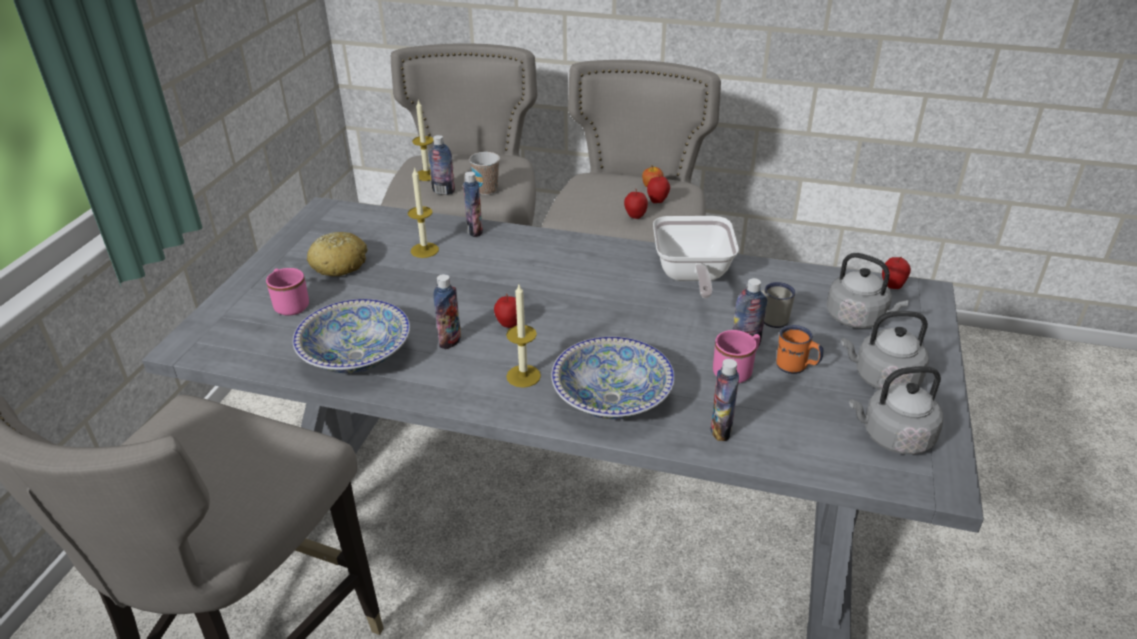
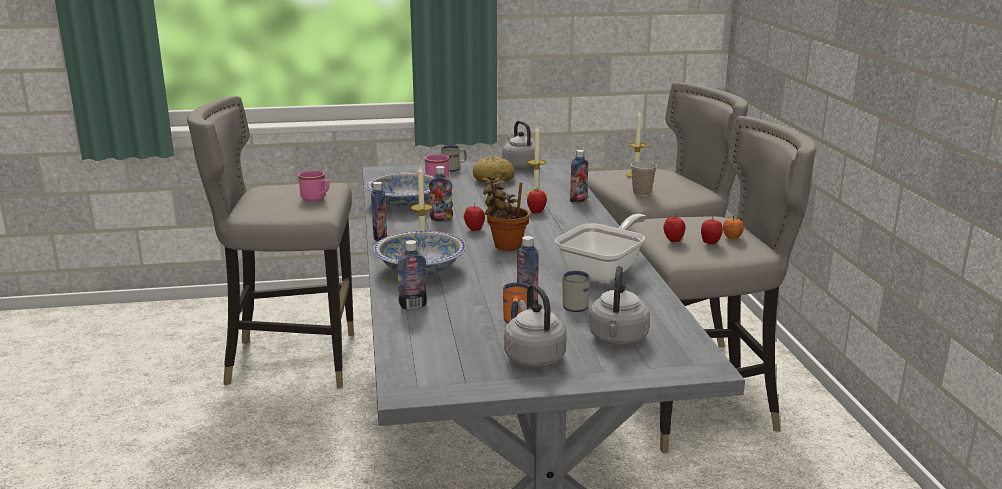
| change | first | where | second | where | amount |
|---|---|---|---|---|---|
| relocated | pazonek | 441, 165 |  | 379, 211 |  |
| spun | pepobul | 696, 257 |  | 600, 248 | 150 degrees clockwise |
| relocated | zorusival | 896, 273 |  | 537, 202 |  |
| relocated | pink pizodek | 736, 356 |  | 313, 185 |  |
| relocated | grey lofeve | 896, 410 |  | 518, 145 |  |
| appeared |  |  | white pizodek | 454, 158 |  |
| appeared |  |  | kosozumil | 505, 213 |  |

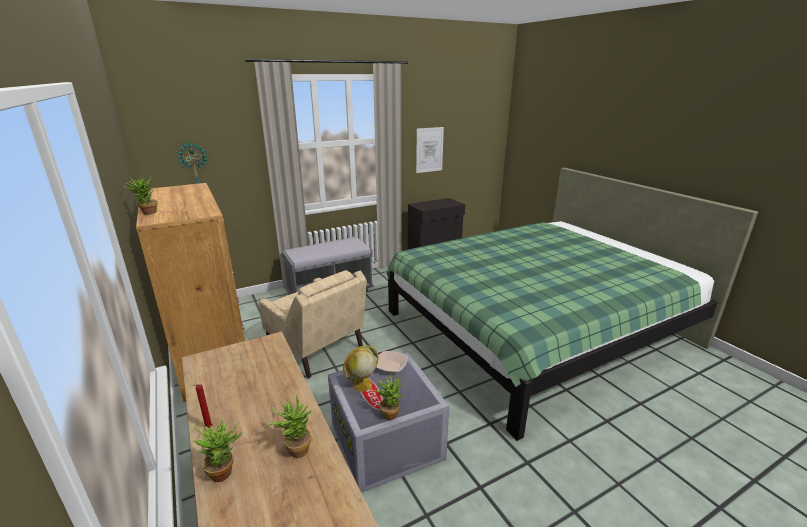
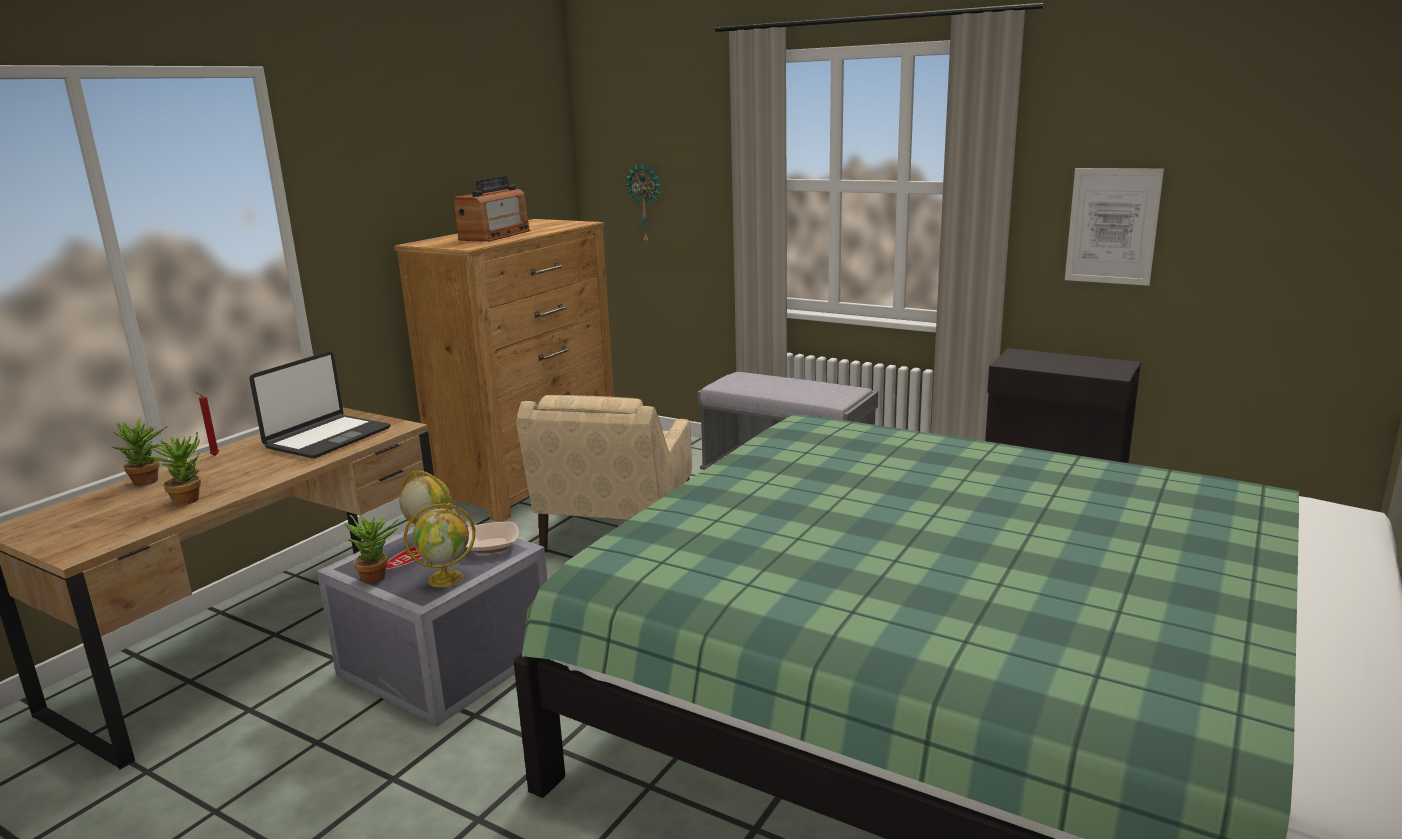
| change | first | where | second | where | amount |
|---|---|---|---|---|---|
| missing | kosozumil | 140, 196 |  |  |  |
| appeared |  |  | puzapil | 491, 209 |  |
| appeared |  |  | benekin | 319, 404 |  |
| appeared |  |  | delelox | 439, 545 |  |

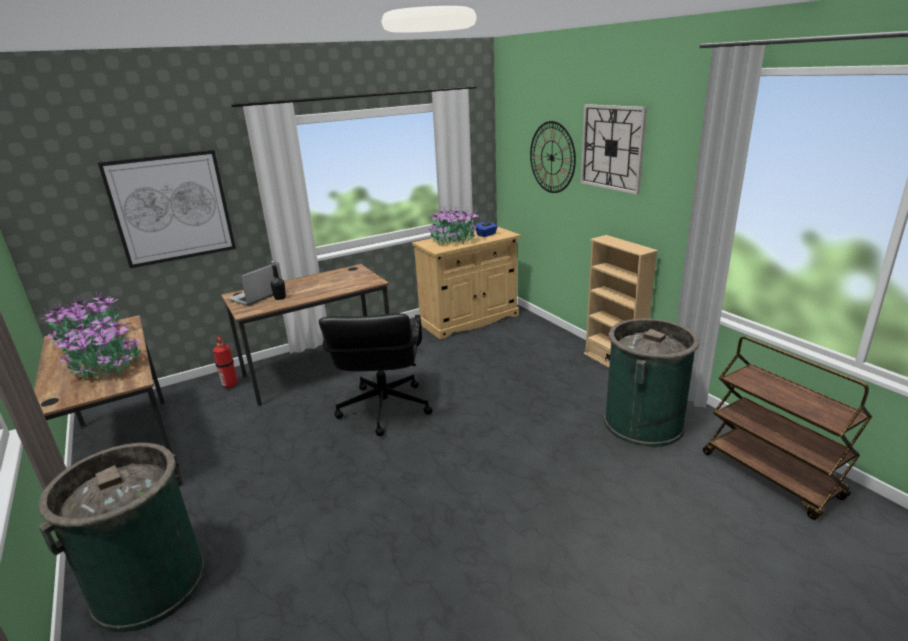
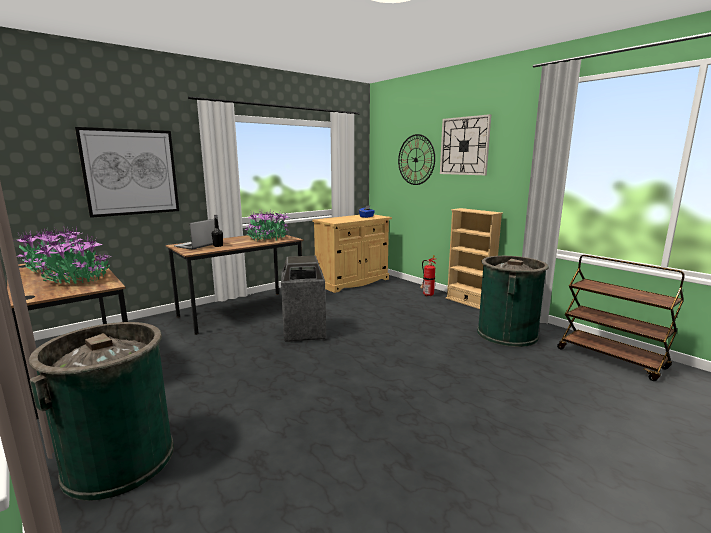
| change | first | where | second | where | amount |
|---|---|---|---|---|---|
| relocated | kosozumil | 453, 226 |  | 267, 225 |  |
| exchanged | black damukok | 375, 374 | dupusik | 303, 299 |  |
| relocated | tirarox | 225, 361 |  | 428, 276 |  |

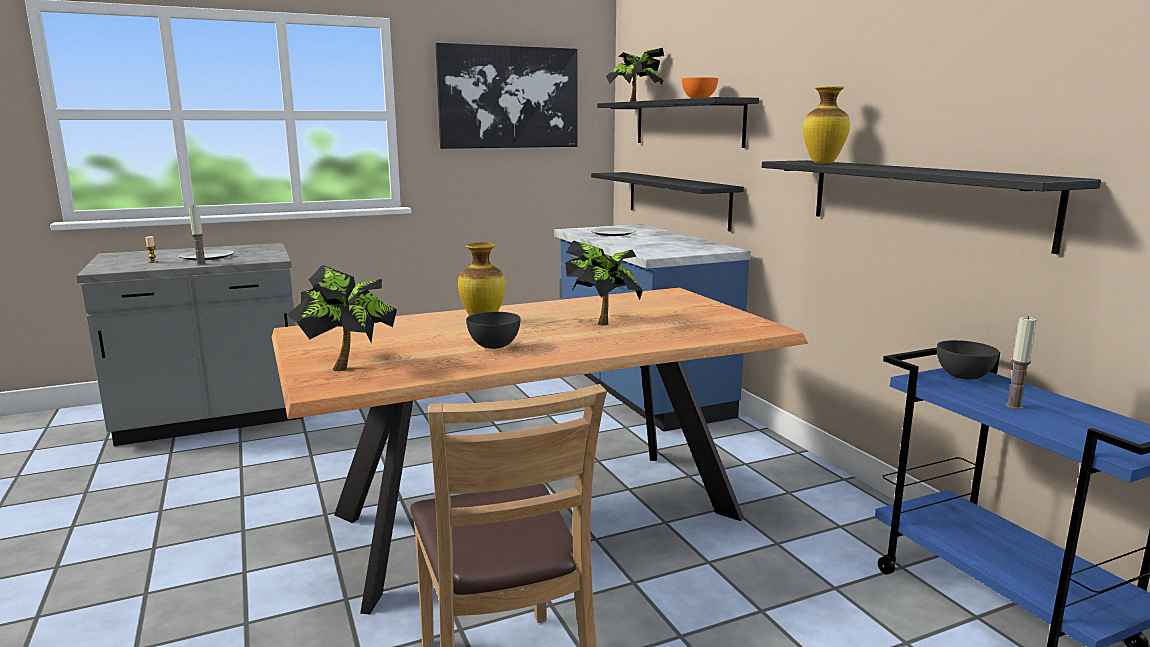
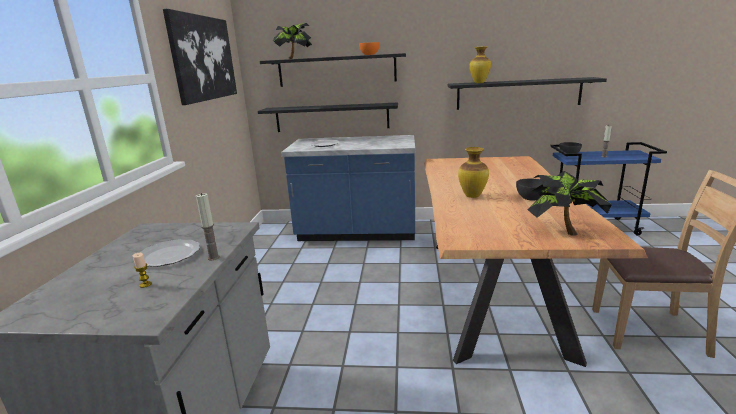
| change | first | where | second | where | amount |
|---|---|---|---|---|---|
| missing | kosozumil | 604, 283 |  |  |  |

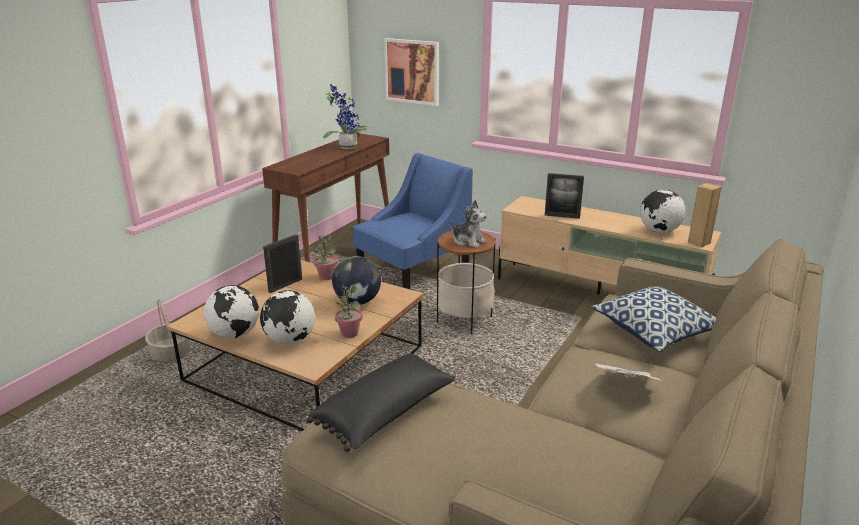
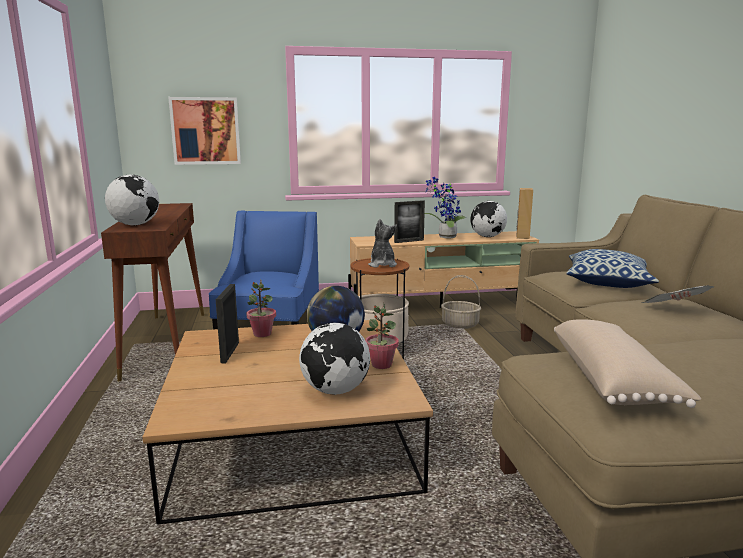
| change | first | where | second | where | amount |
|---|---|---|---|---|---|
| relocated | kosozumil | 346, 116 |  | 445, 208 |  |
| spun | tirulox | 468, 224 |  | 382, 243 | 90 degrees counterclockwise |
| relocated | delelox | 231, 312 |  | 132, 200 |  |
| relocated | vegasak | 167, 331 |  | 461, 302 |  |
| colour | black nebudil | 381, 402 | beige nebudil | 628, 363 |  |

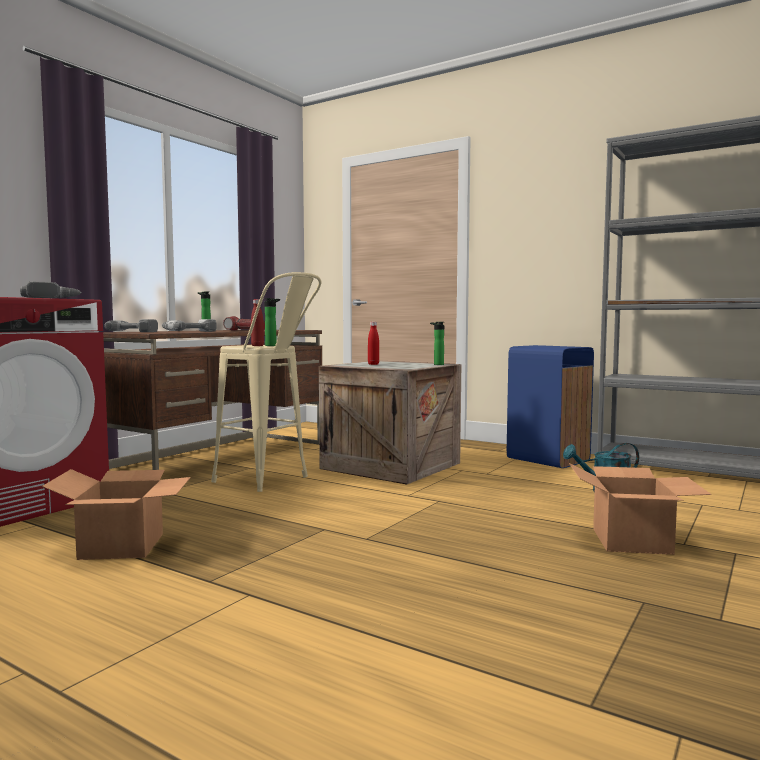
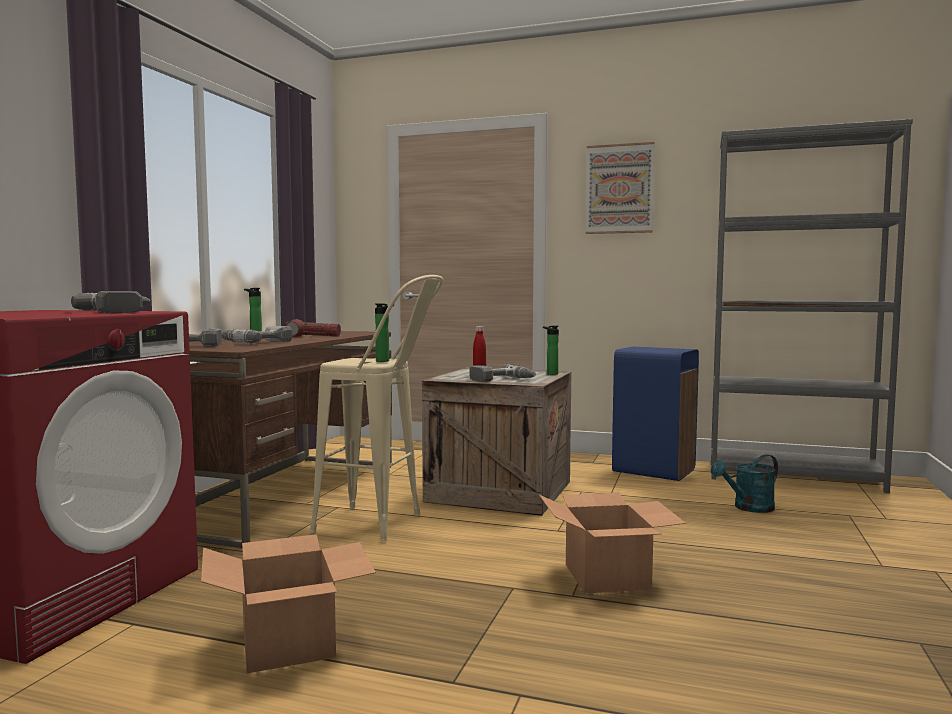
| change | first | where | second | where | amount |
|---|---|---|---|---|---|
| missing | red pazonek | 257, 322 |  |  |  |
| relocated | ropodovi | 640, 509 |  | 612, 543 |  |
| appeared |  |  | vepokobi | 620, 188 |  |
| appeared |  |  | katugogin | 503, 373 |  |

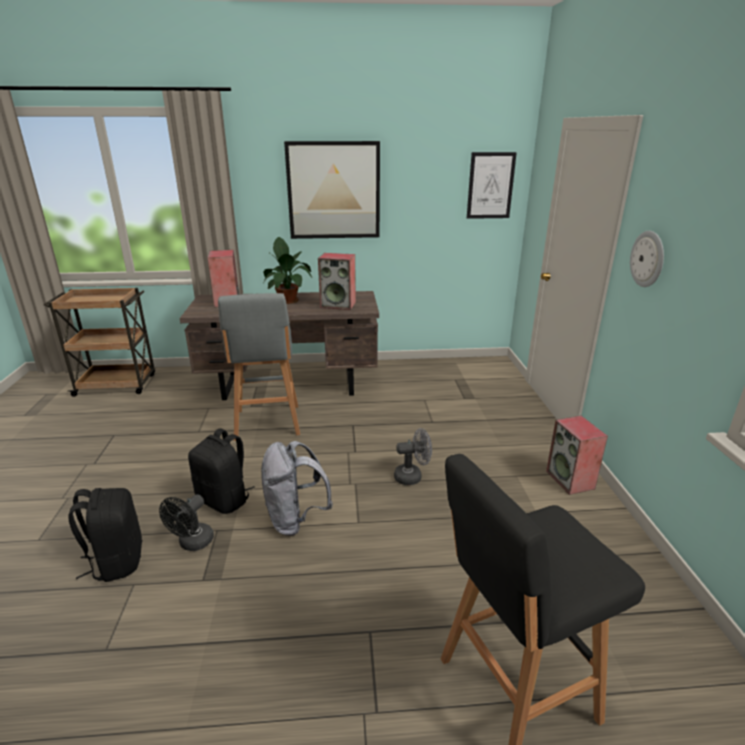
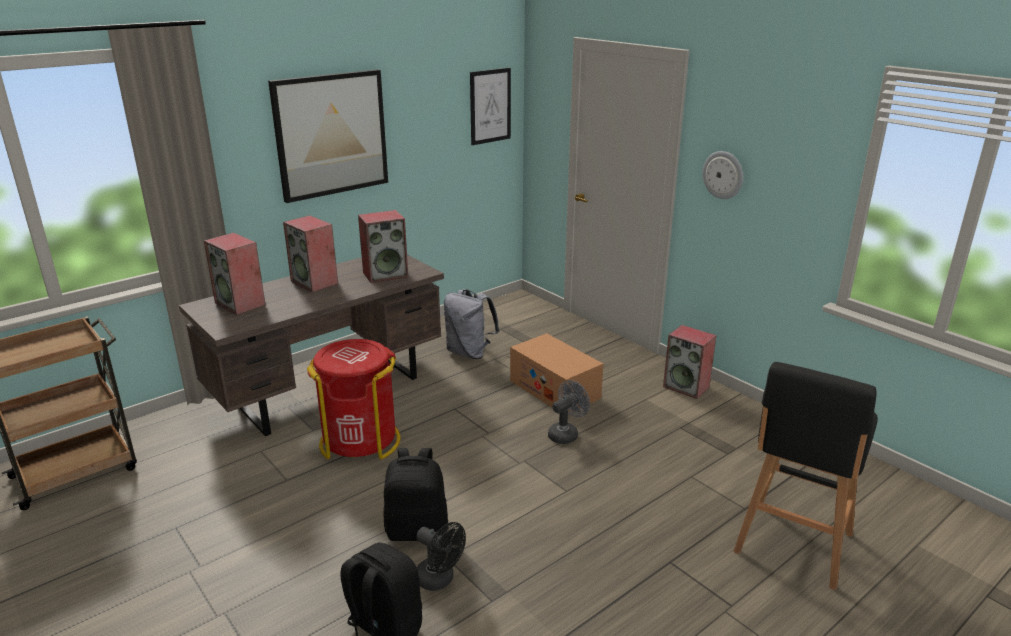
| change | first | where | second | where | amount |
|---|---|---|---|---|---|
| exchanged | kosozumil | 287, 270 | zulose | 310, 254 |  |
| exchanged | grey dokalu | 259, 367 | red dupusik | 354, 399 |  |
| relocated | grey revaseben | 297, 488 |  | 472, 324 |  |
| spun | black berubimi | 186, 522 |  | 441, 556 | 45 degrees counterclockwise |
| appeared |  |  | ropodovi | 556, 373 |  |

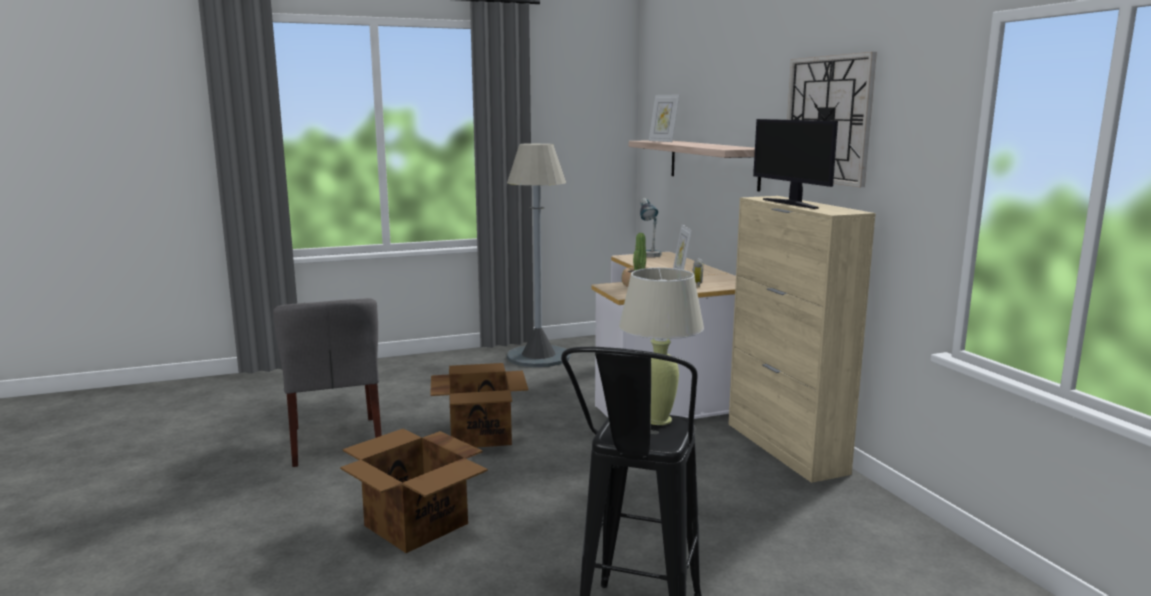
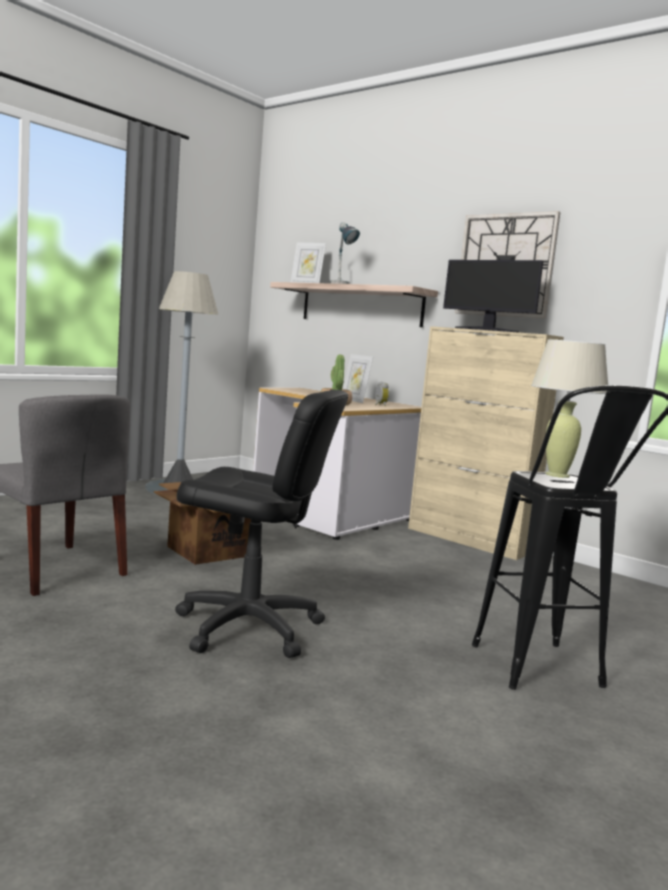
| change | first | where | second | where | amount |
|---|---|---|---|---|---|
| relocated | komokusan | 650, 227 |  | 345, 253 |  |
| exchanged | ropodovi | 414, 491 | black damukok | 261, 524 |  |

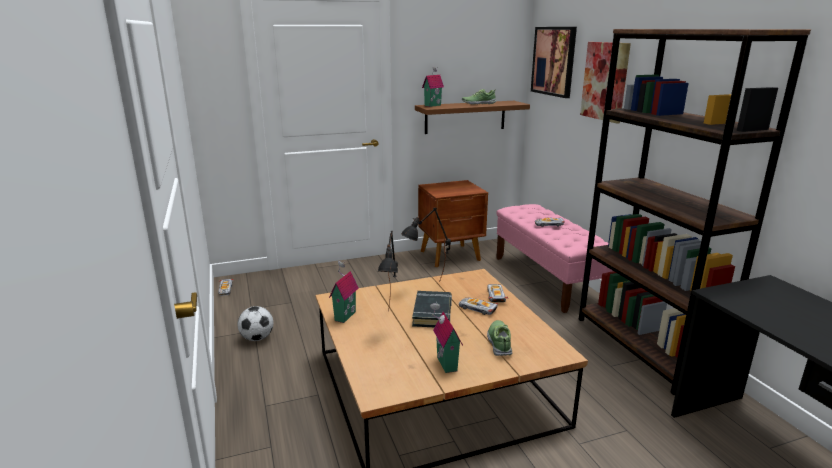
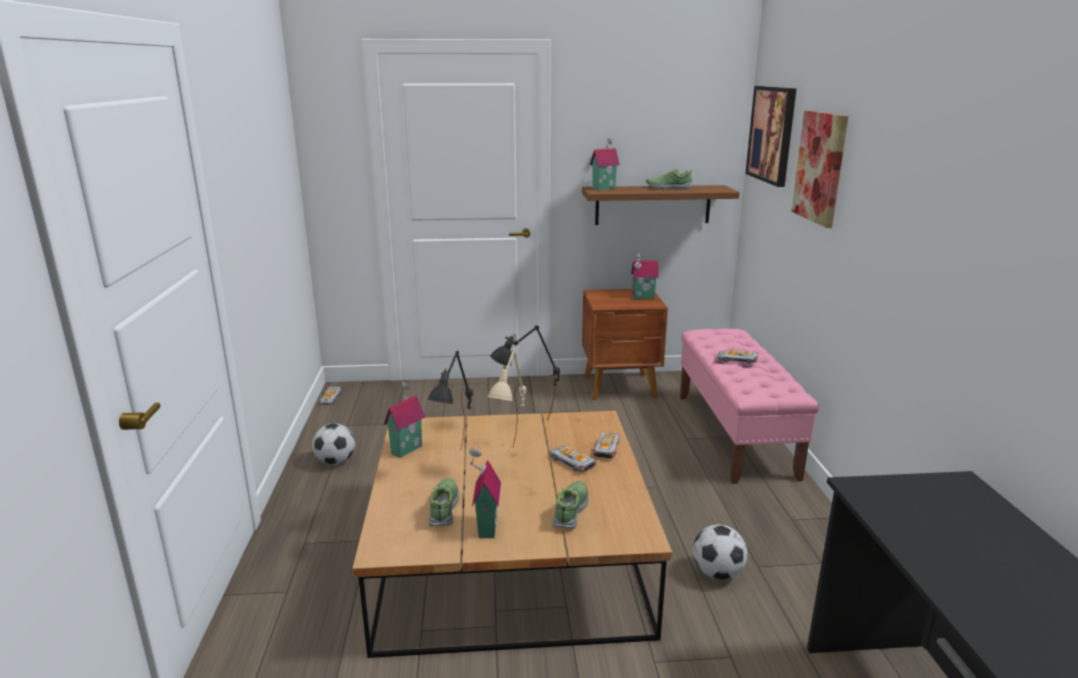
| change | first | where | second | where | amount |
|---|---|---|---|---|---|
| missing | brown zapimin | 694, 212 |  |  |  |
| exchanged | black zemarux | 432, 309 | beige komokusan | 507, 397 |  |
| appeared |  |  | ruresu | 645, 276 |  |
| appeared |  |  | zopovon | 444, 502 |  |
| appeared |  |  | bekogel | 720, 552 |  |

